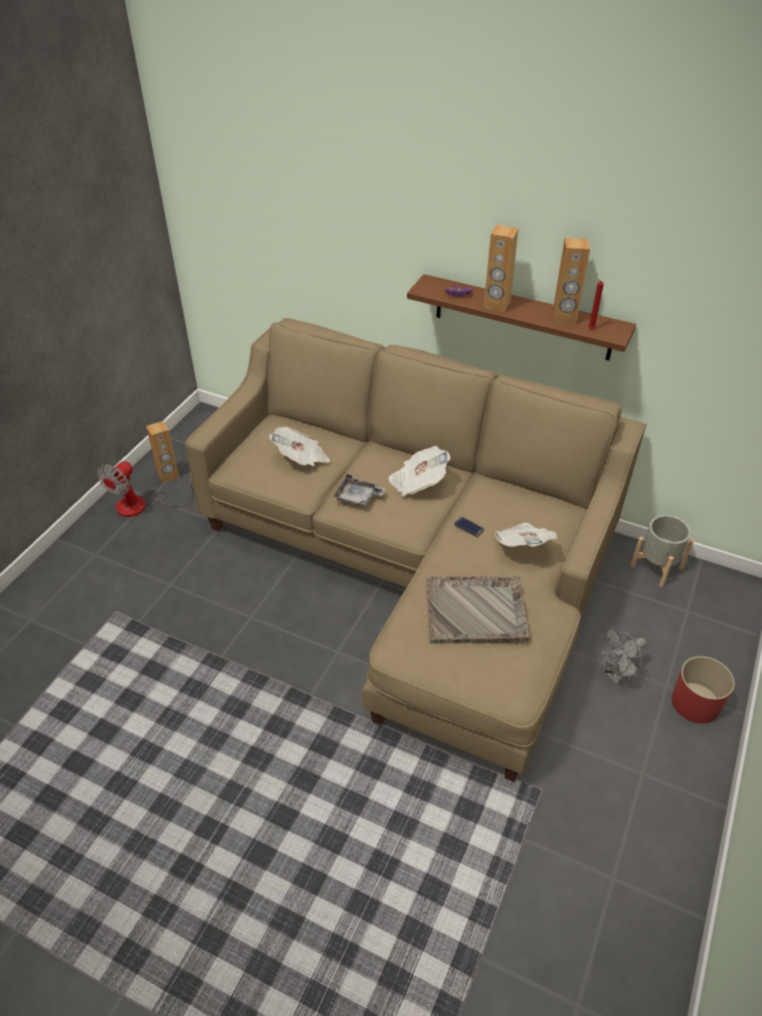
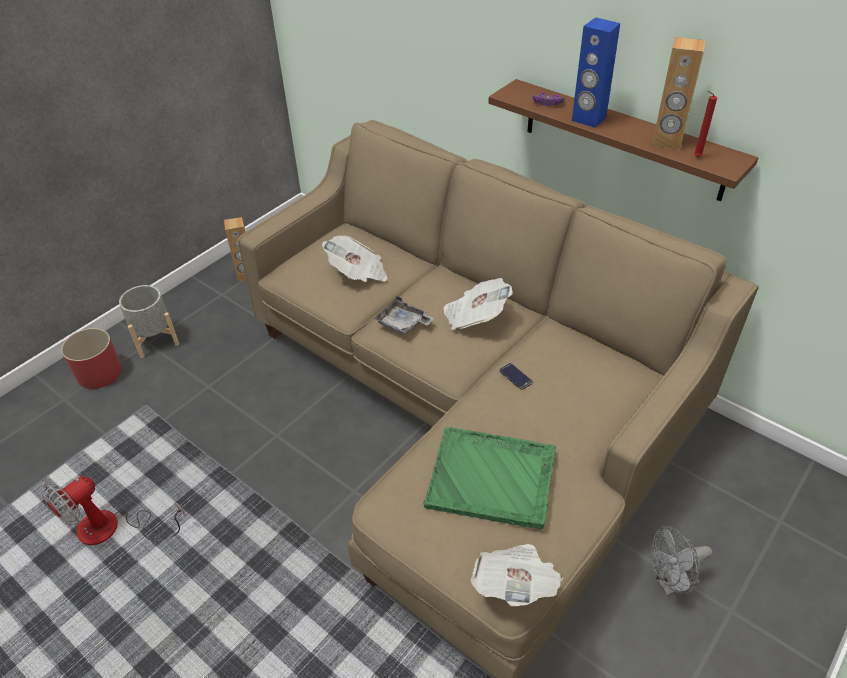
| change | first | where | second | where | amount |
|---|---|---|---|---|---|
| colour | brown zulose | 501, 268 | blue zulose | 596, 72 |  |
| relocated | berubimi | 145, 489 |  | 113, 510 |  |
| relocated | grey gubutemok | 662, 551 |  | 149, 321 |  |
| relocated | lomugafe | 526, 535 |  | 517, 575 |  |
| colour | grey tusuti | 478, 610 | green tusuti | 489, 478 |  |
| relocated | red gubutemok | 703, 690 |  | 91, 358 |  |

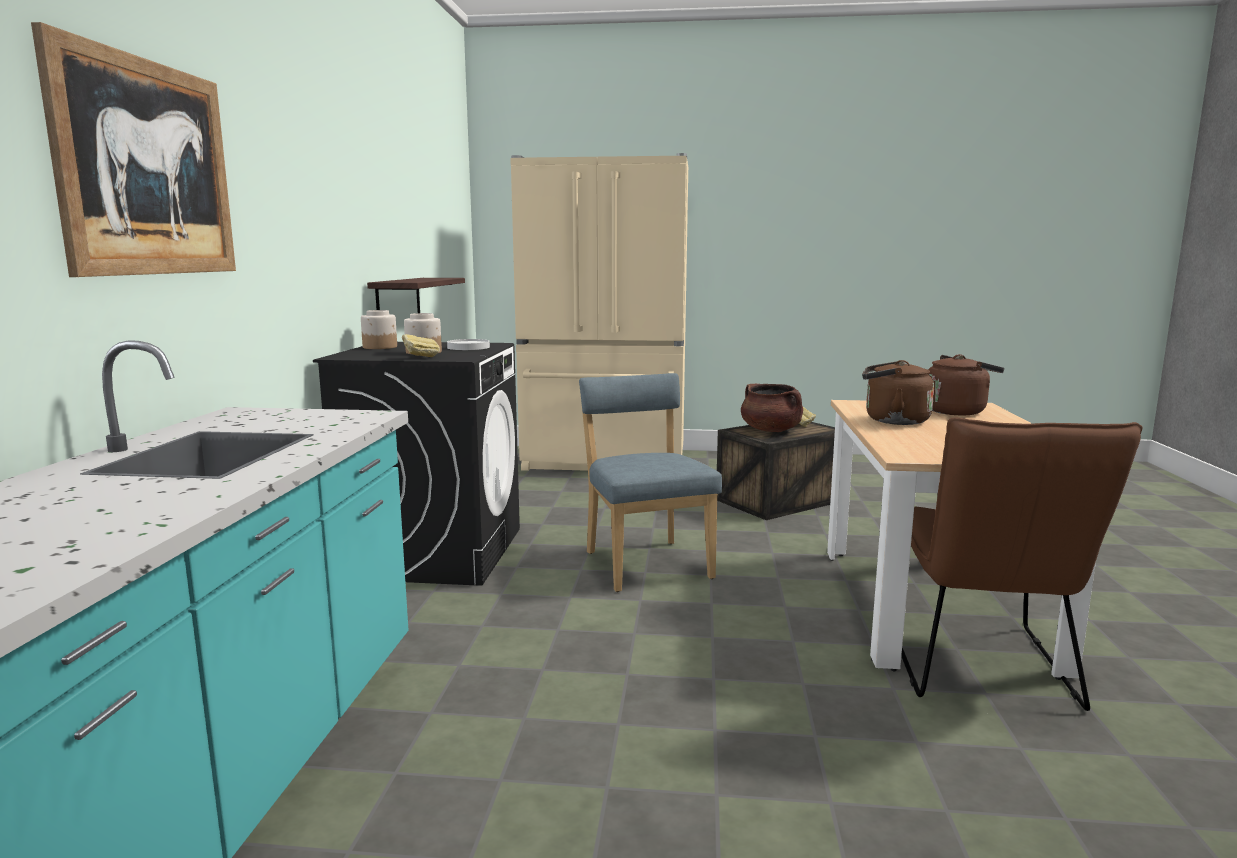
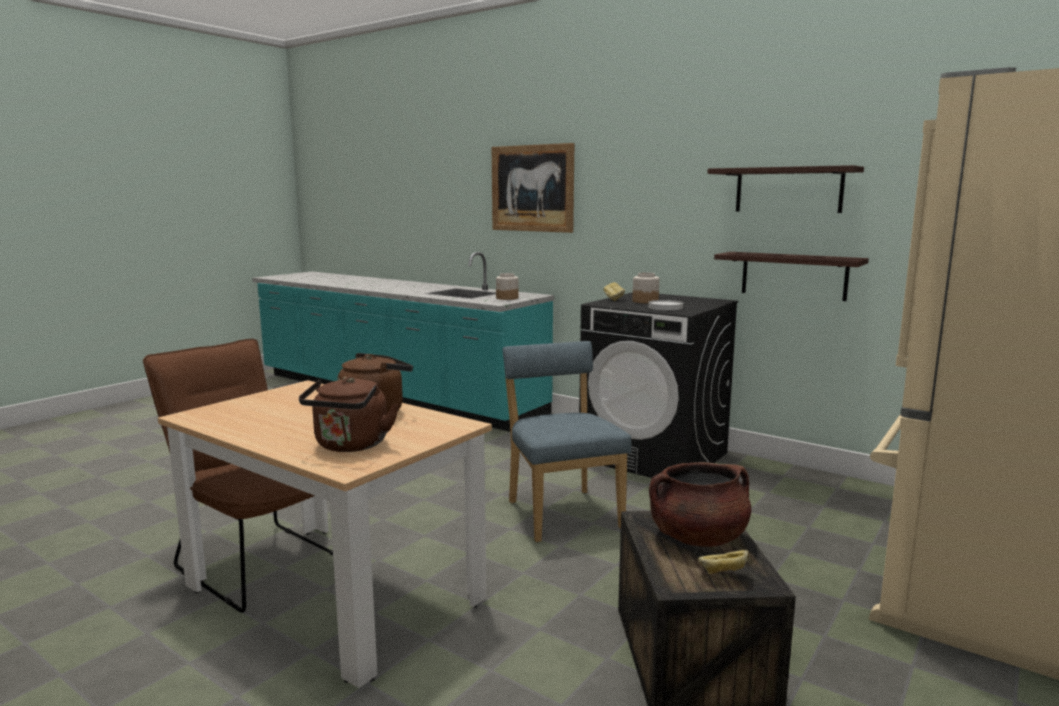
| change | first | where | second | where | amount |
|---|---|---|---|---|---|
| relocated | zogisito | 379, 329 |  | 507, 286 |  |
| spun | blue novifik | 650, 482 |  | 566, 441 | 120 degrees counterclockwise |
| appeared |  |  | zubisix | 785, 189 |  |

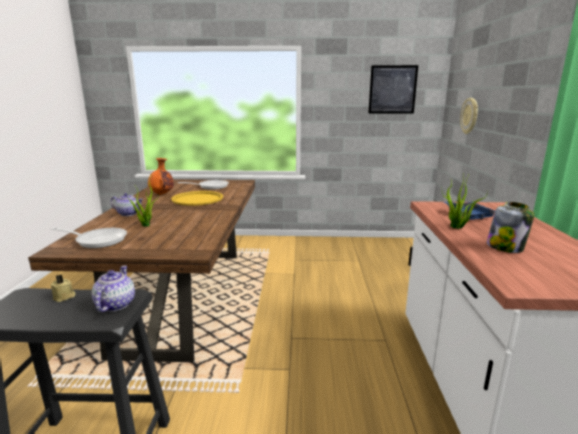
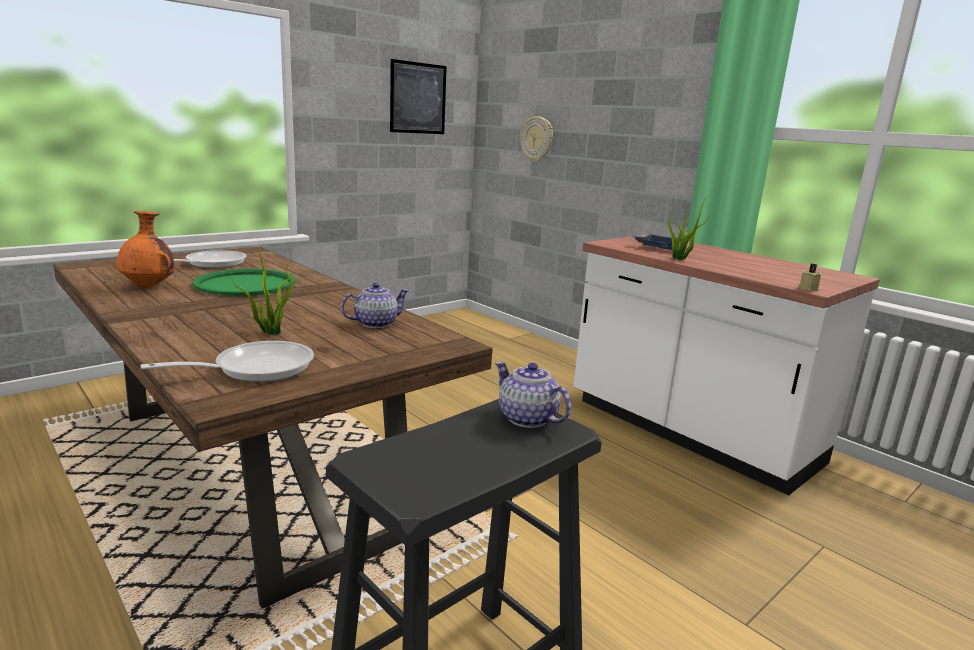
| change | first | where | second | where | amount |
|---|---|---|---|---|---|
| colour | yellow tusuti | 197, 198 | green tusuti | 244, 282 |  |
| relocated | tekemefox | 127, 204 |  | 375, 305 |  |
| missing | zogisito | 510, 227 |  |  |  |
| relocated | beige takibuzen | 63, 288 |  | 809, 277 |  |

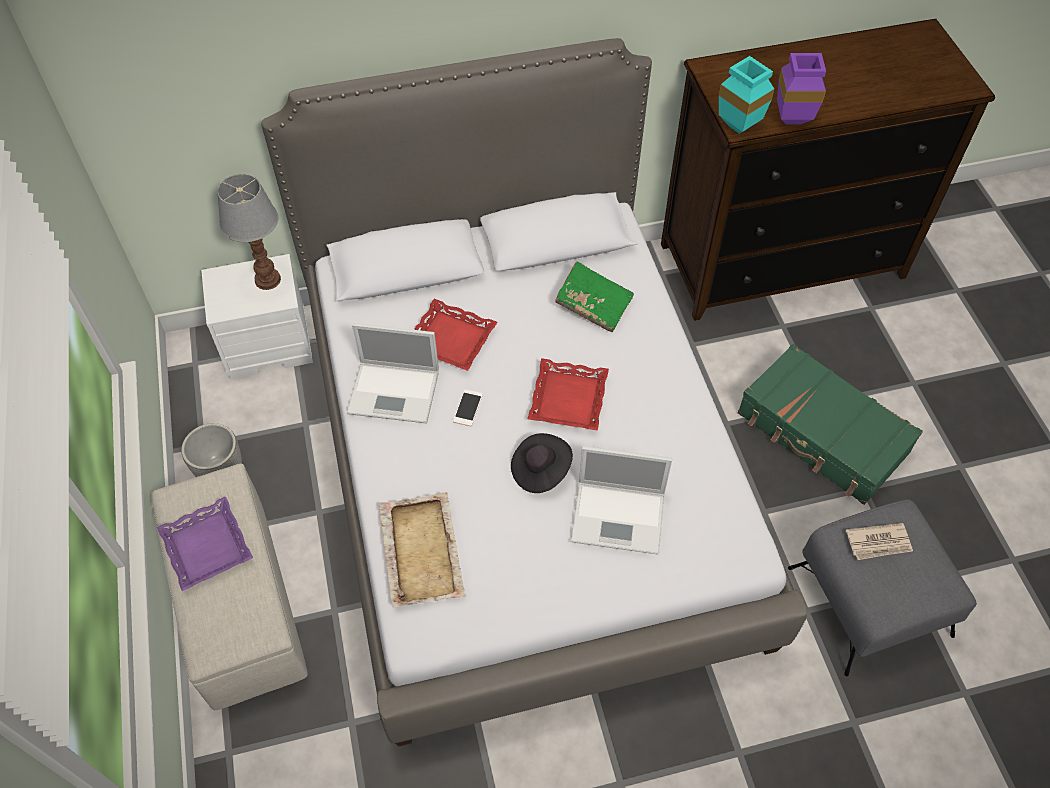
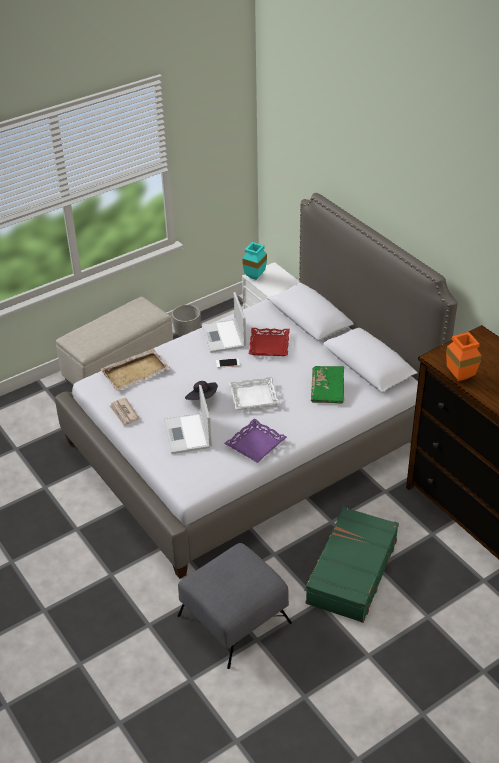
| change | first | where | second | where | amount |
|---|---|---|---|---|---|
| colour | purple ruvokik | 801, 88 | orange ruvokik | 463, 356 |  |
| relocated | turquoise ruvokik | 746, 95 |  | 254, 261 |  |
| missing | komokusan | 249, 232 |  |  |  |
| colour | red tusuti | 568, 394 | white tusuti | 254, 393 |  |
| relocated | purple tusuti | 205, 543 |  | 255, 441 |  |
| relocated | lomugafe | 879, 541 |  | 124, 412 |  |

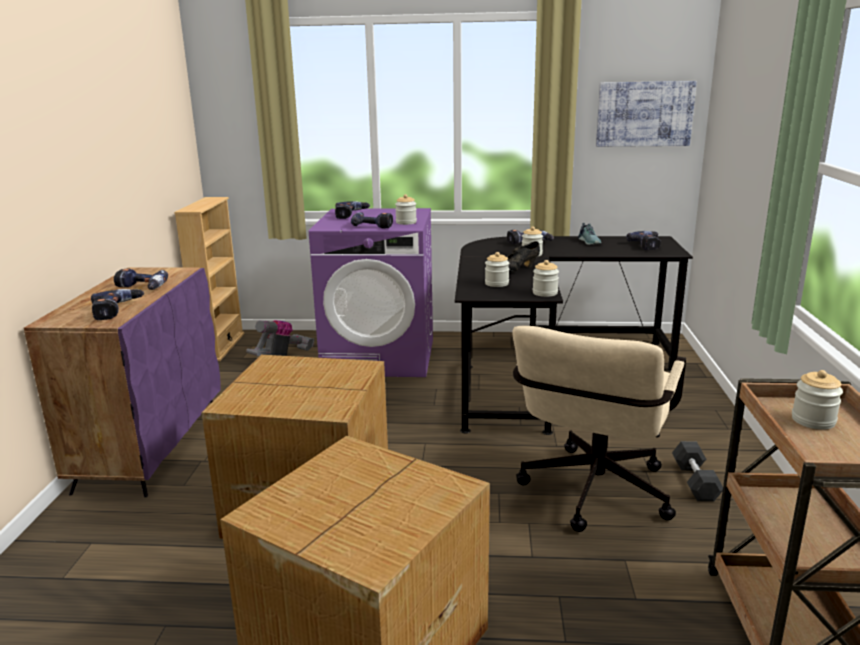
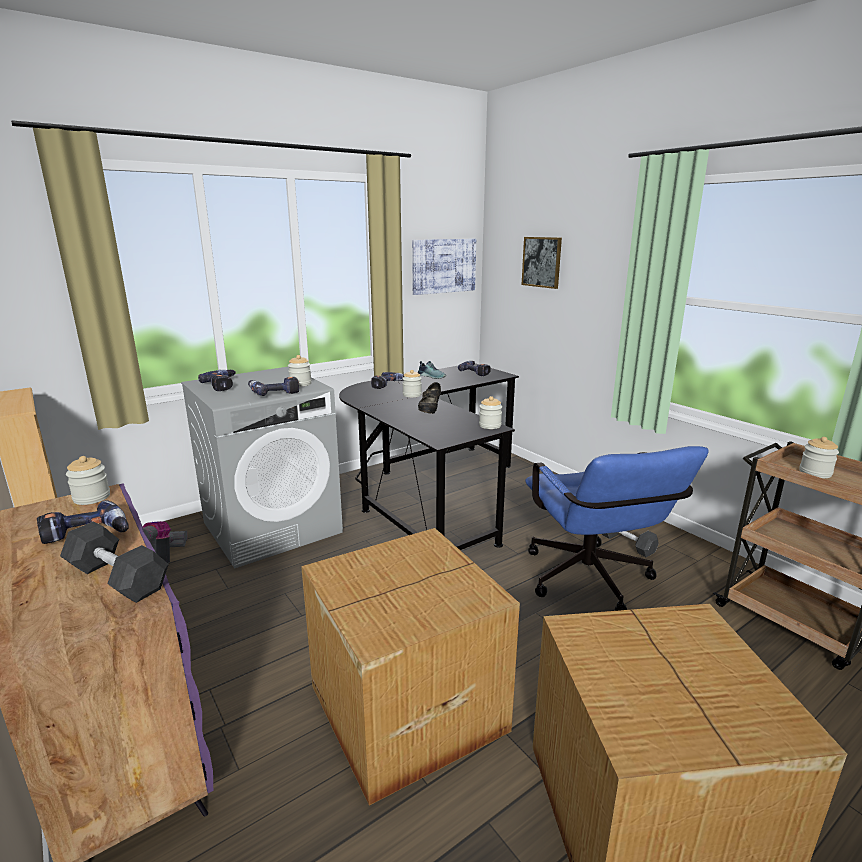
| change | first | where | second | where | amount |
|---|---|---|---|---|---|
| colour | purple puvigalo | 371, 292 | grey puvigalo | 262, 467 |  |
| relocated | zogisito | 497, 269 |  | 88, 480 |  |
| exchanged | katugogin | 117, 304 | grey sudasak | 114, 562 |  |
| colour | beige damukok | 599, 429 | blue damukok | 617, 528 |  |
| appeared |  |  | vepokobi | 541, 263 |  |

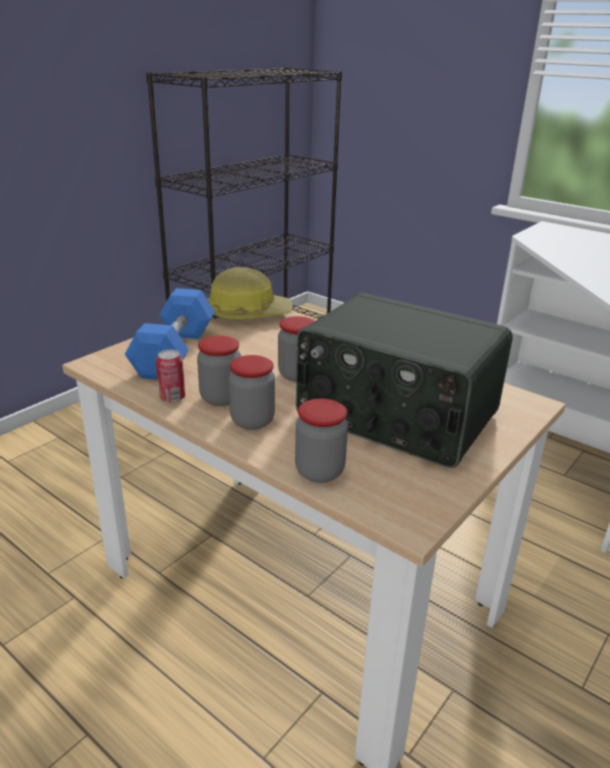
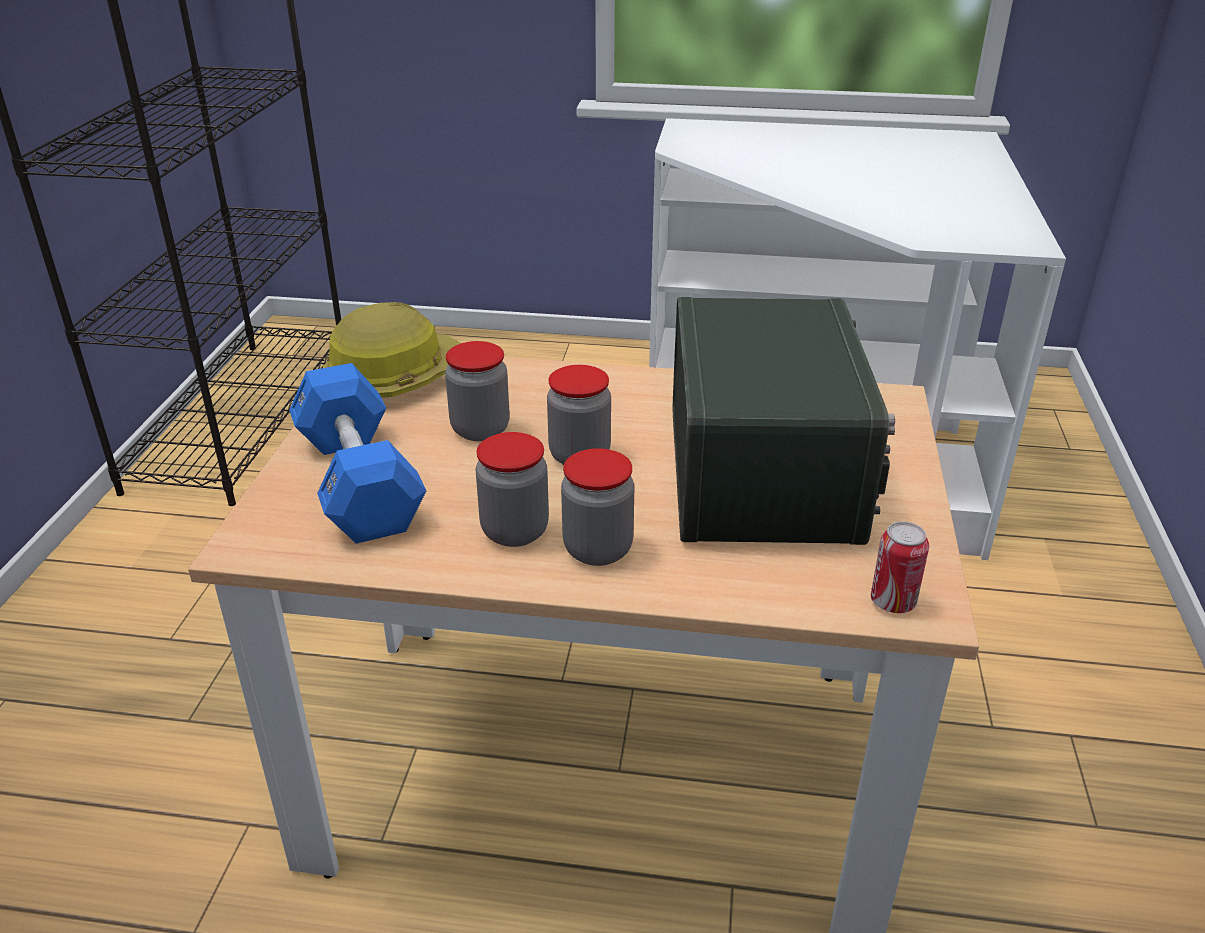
| change | first | where | second | where | amount |
|---|---|---|---|---|---|
| spun | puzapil | 404, 380 |  | 784, 421 | 90 degrees counterclockwise |
| relocated | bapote | 170, 376 |  | 900, 567 |  |
| relocated | zogisito | 321, 441 |  | 477, 391 |  |

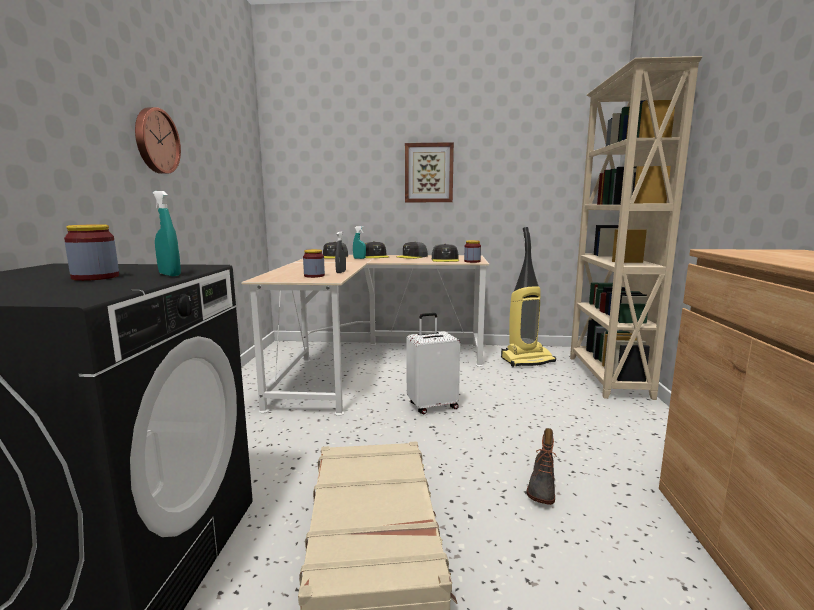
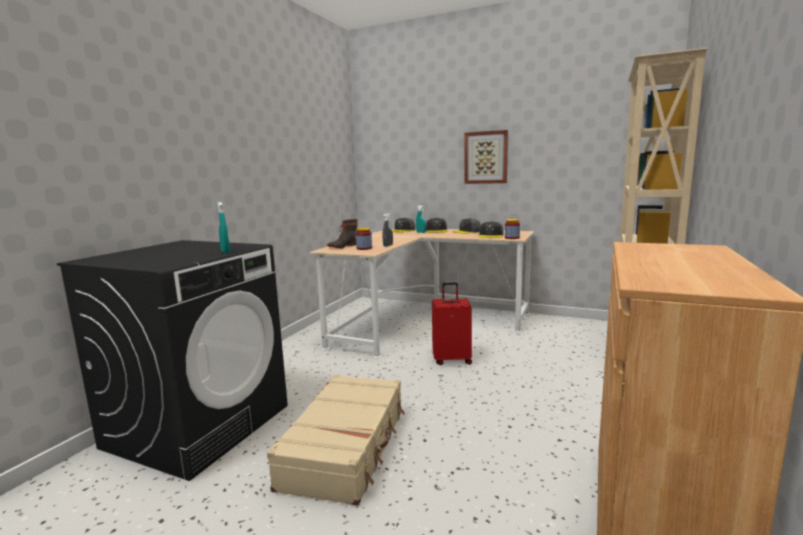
| change | first | where | second | where | amount |
|---|---|---|---|---|---|
| missing | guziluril | 158, 140 |  |  |  |
| missing | zogisito | 91, 252 |  |  |  |
| missing | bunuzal | 528, 297 |  |  |  |
| colour | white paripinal | 433, 363 | red paripinal | 452, 323 |  |
| relocated | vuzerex | 541, 466 |  | 342, 233 |  |

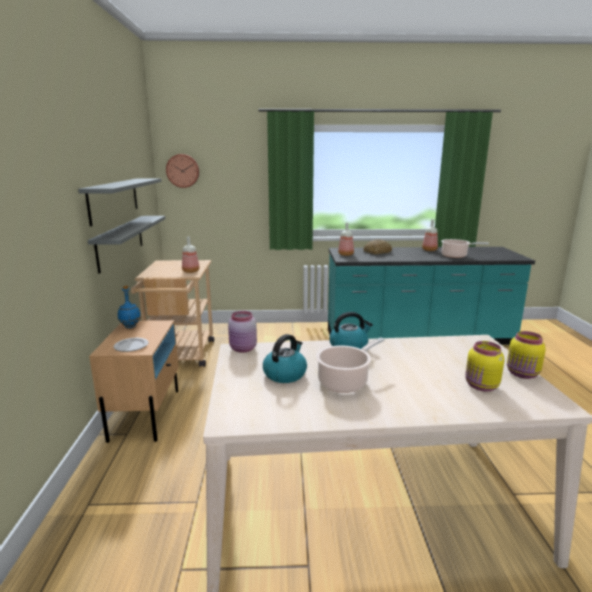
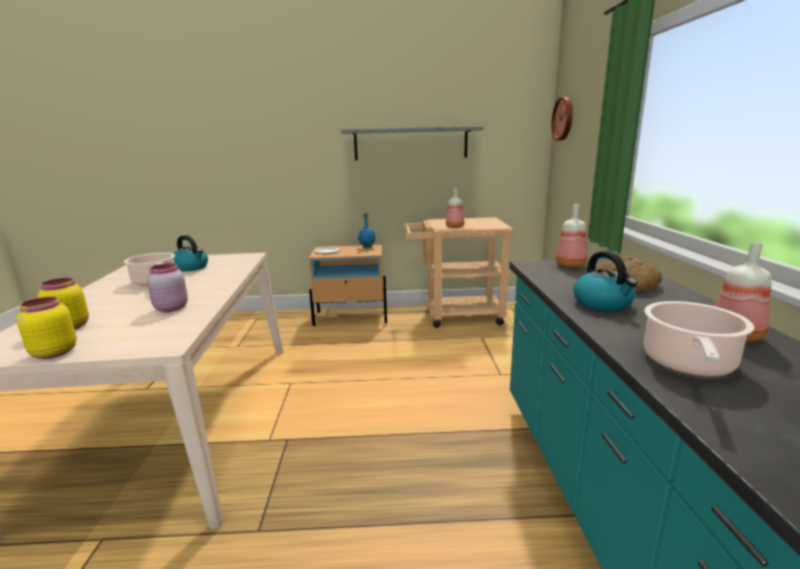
| change | first | where | second | where | amount |
|---|---|---|---|---|---|
| missing | grey zubisix | 127, 245 |  |  |  |
| relocated | pink zogisito | 242, 332 |  | 167, 287 |  |
| relocated | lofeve | 351, 330 |  | 605, 281 |  |

